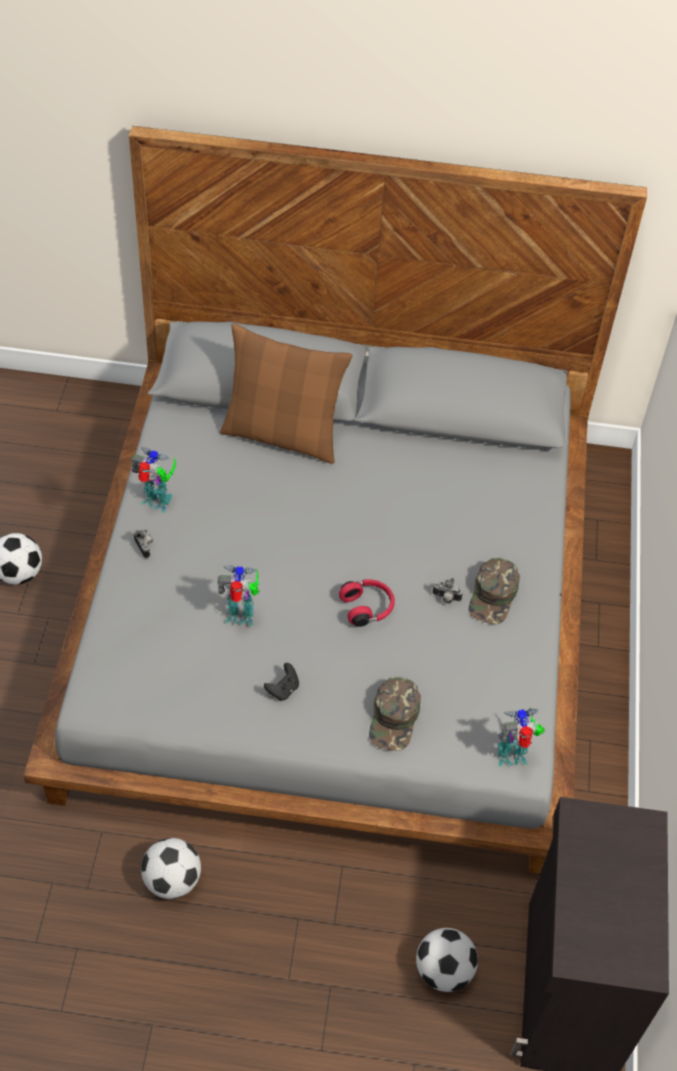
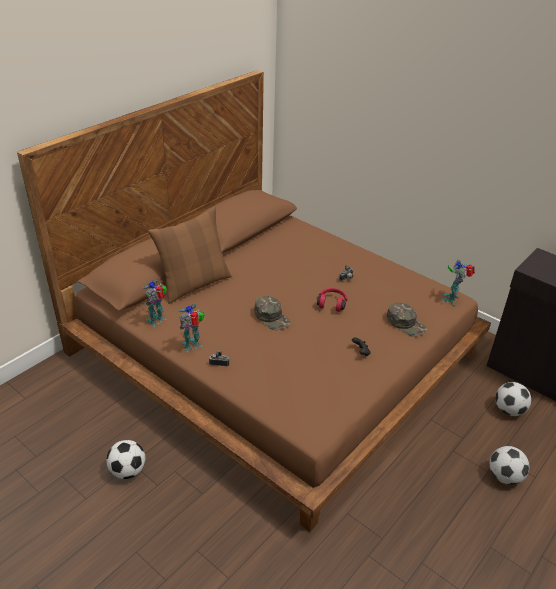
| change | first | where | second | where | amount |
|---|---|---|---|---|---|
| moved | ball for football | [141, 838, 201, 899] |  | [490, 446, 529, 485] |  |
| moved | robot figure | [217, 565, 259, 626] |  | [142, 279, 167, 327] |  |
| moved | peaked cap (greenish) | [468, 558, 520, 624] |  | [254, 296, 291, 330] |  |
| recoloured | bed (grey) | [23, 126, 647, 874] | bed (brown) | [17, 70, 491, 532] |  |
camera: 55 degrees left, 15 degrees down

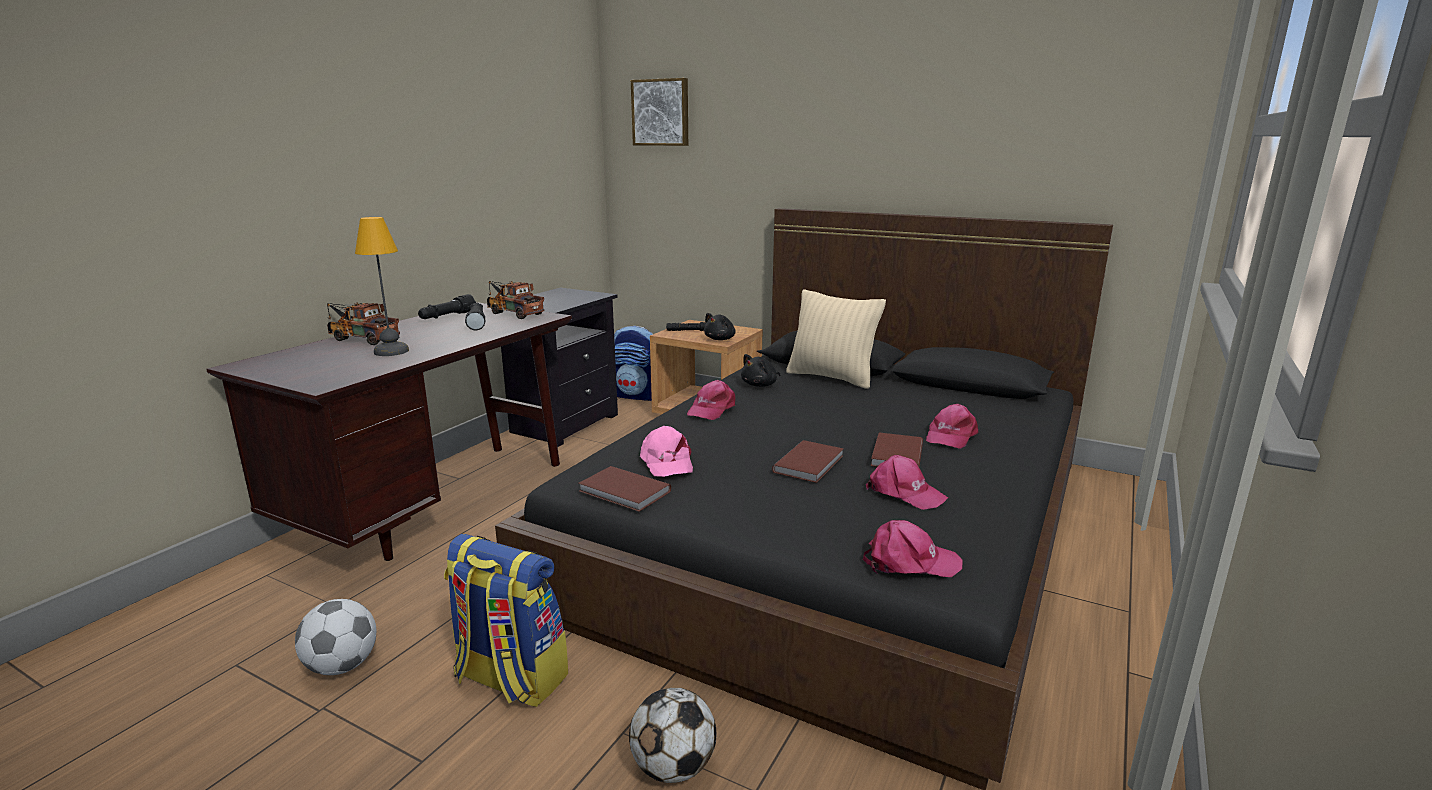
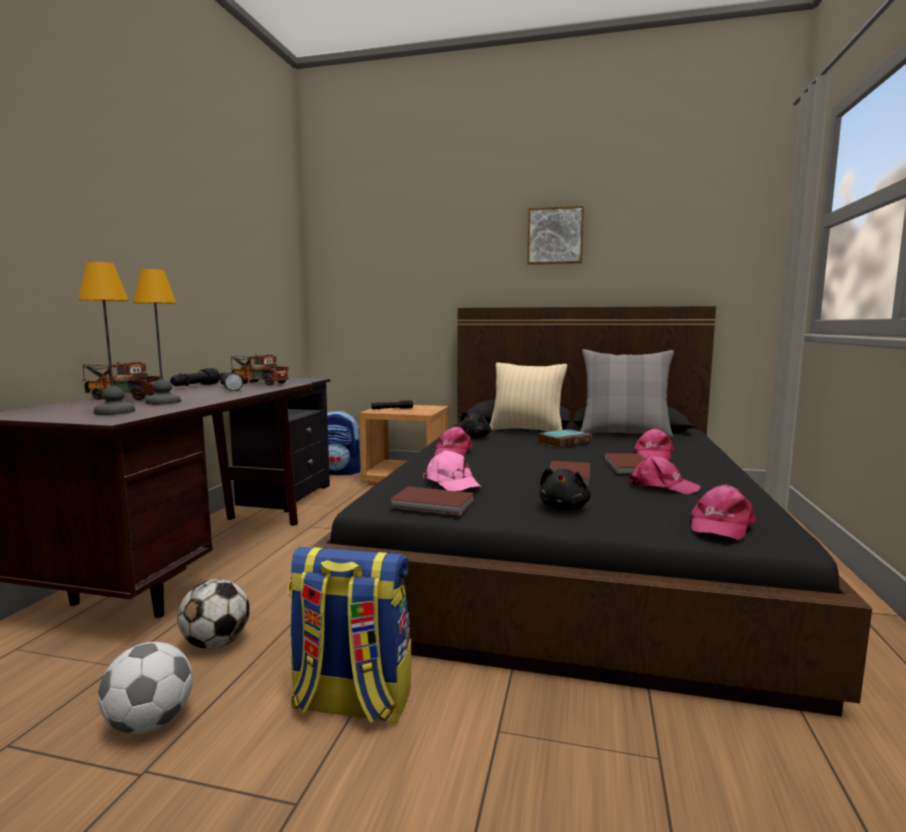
| change | first | where | second | where | amount |
|---|---|---|---|---|---|
| added |  |  | tabletop lamp | [78, 262, 135, 415] |  |
| added |  |  | volume | [538, 429, 592, 448] |  |
| added |  |  | cushion (grey) | [580, 349, 674, 438] |  |
| moved | ball for football | [629, 688, 717, 783] |  | [178, 579, 250, 649] |  |
| moved | wall art | [631, 78, 688, 146] |  | [527, 205, 584, 265] |  |
| moved | plush toy (blackish) | [704, 313, 736, 340] |  | [540, 467, 591, 510] |  |
| turned | peaked cap (pinkish) | [863, 520, 962, 577] |  | [691, 484, 757, 540] | 135 degrees clockwise |
camera: 15 degrees left, 10 degrees down

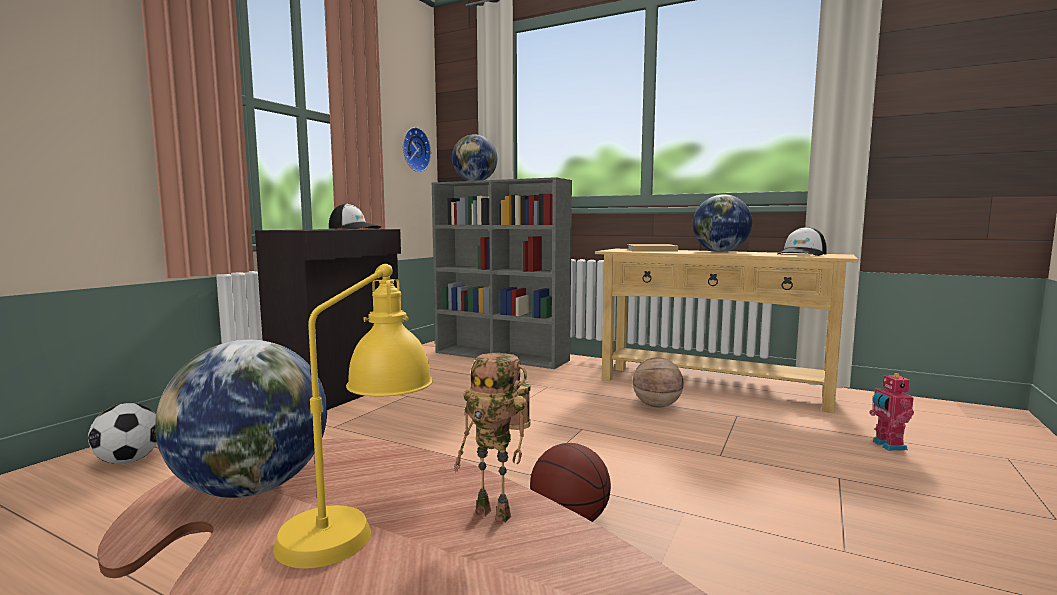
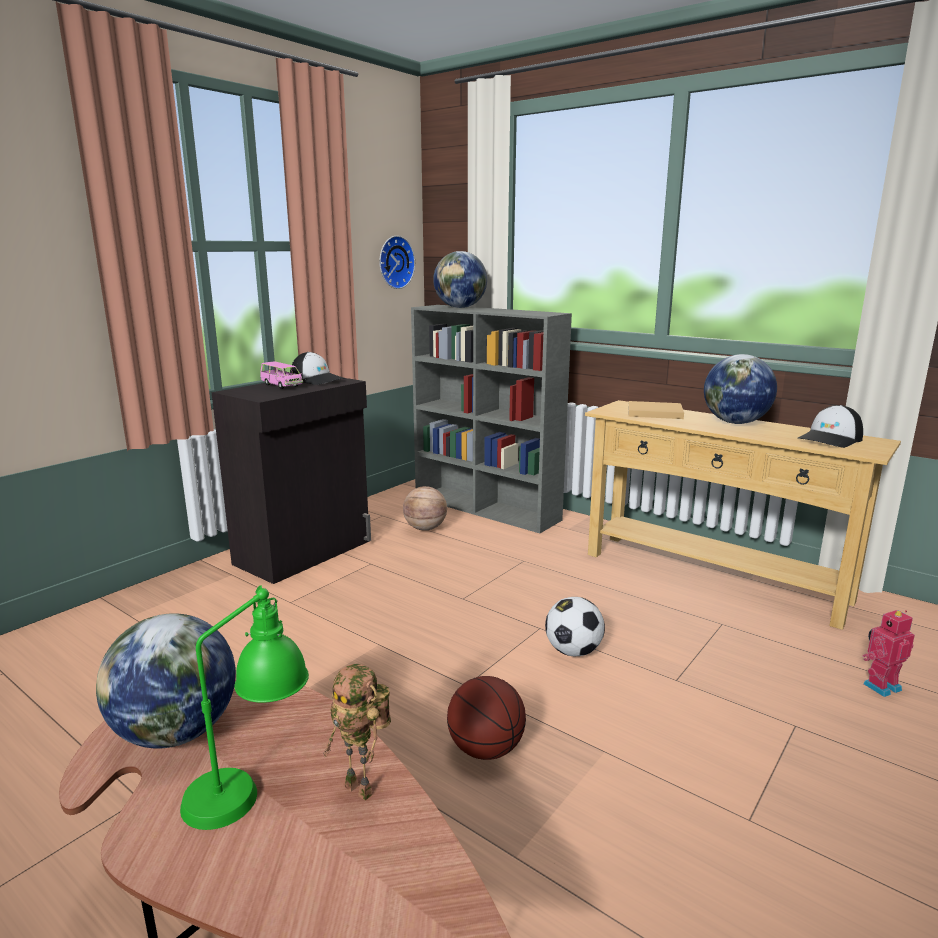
| change | first | where | second | where | amount |
|---|---|---|---|---|---|
| added |  |  | model car (pinkish) | [260, 361, 303, 389] |  |
| moved | ball for football | [88, 403, 157, 464] |  | [545, 597, 605, 656] |  |
| moved | basketball | [633, 357, 684, 407] |  | [403, 486, 447, 531] |  |
| recoloured | tabletop lamp (yellowish) | [273, 264, 433, 569] | tabletop lamp (greenish) | [180, 585, 309, 830] |  |
| turned | robot figure | [869, 372, 914, 451] |  | [862, 610, 915, 697] | 60 degrees clockwise |
camera: 10 degrees right, 10 degrees up

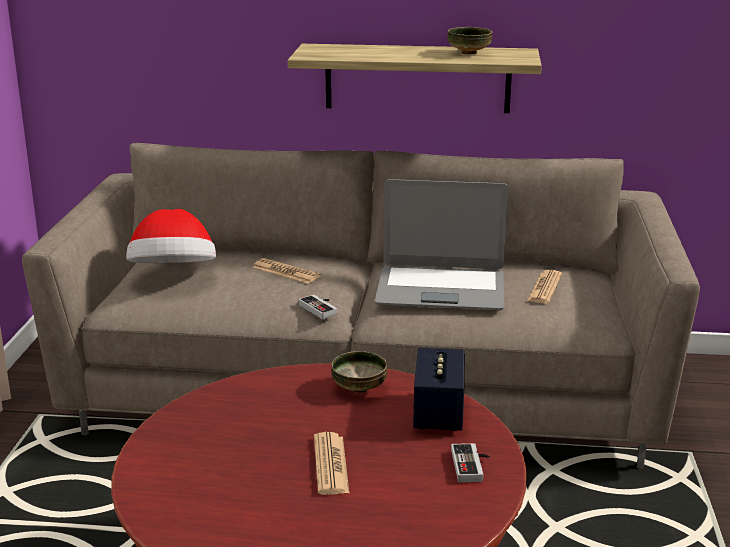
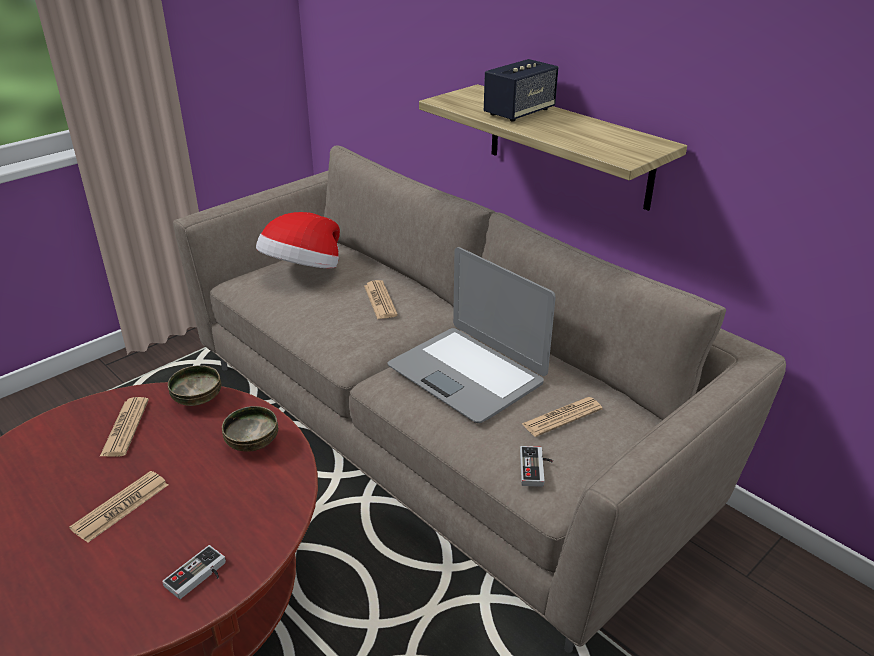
| change | first | where | second | where | amount |
|---|---|---|---|---|---|
| added |  |  | printed paper | [100, 397, 149, 457] |  |
| moved | gamepad | [299, 295, 338, 319] |  | [520, 446, 553, 487] |  |
| moved | audio speaker | [413, 348, 465, 431] |  | [484, 59, 558, 122] |  |
| moved | bowl | [447, 27, 492, 54] |  | [168, 365, 221, 406] |  |
camera: 40 degrees right, 10 degrees up

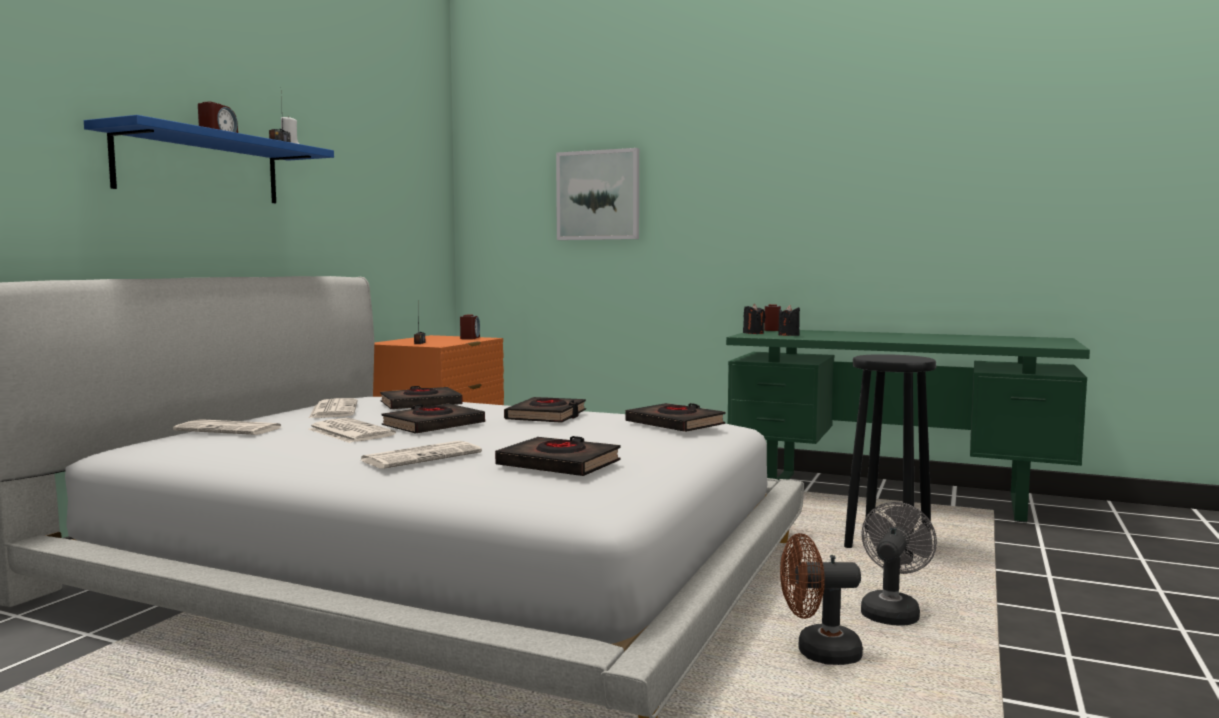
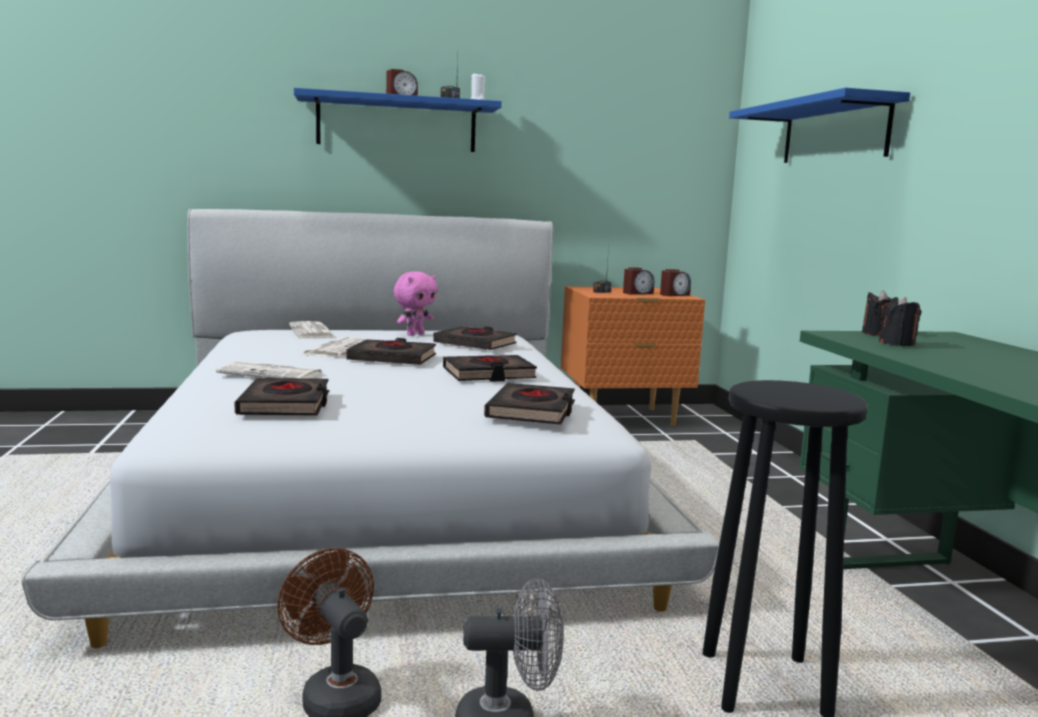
| change | first | where | second | where | amount |
|---|---|---|---|---|---|
| moved | table clock | [764, 304, 781, 331] |  | [623, 268, 654, 295] |  |
| replaced | printed paper | [309, 398, 357, 418] | plush toy (pinkish) | [394, 271, 438, 336] |  |
| replaced | wall art | [556, 148, 639, 240] | wall shelf (bluish) | [729, 88, 910, 163] |  |
camera: 55 degrees right, 5 degrees up

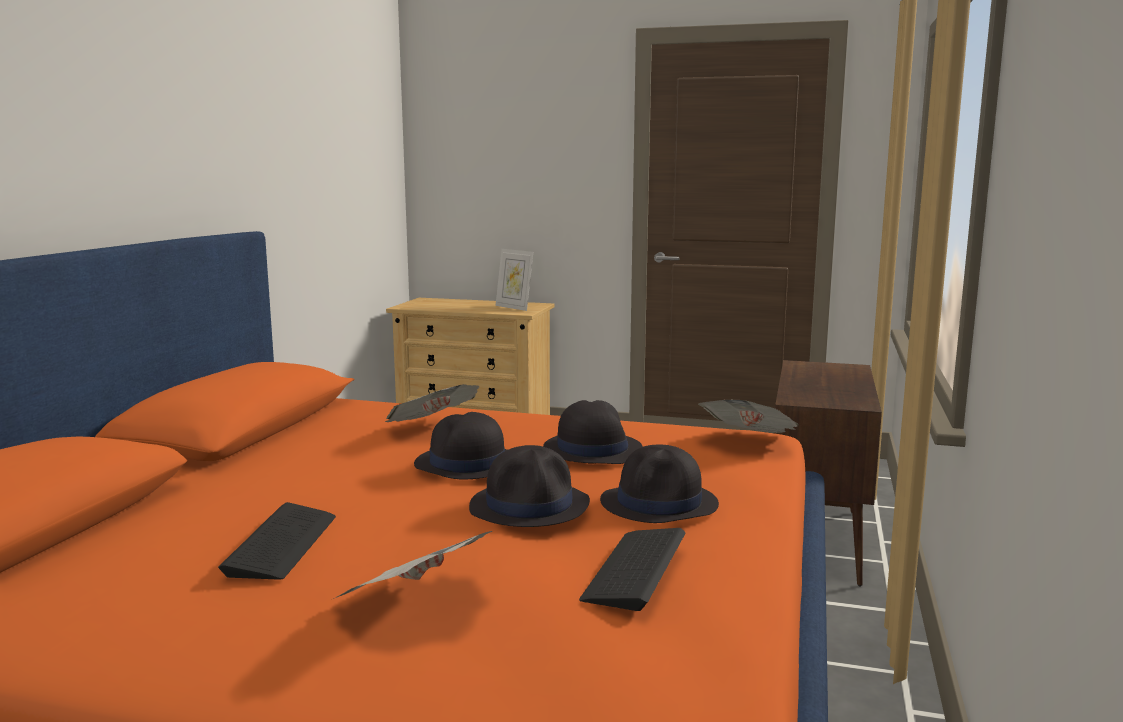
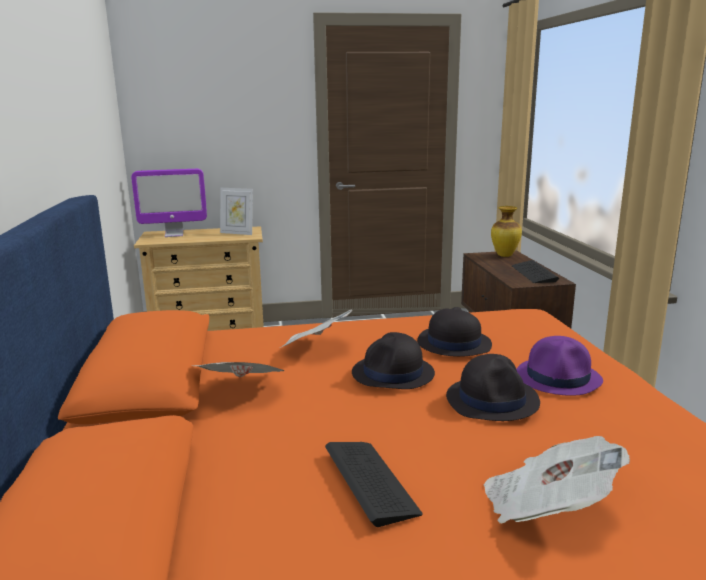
| change | first | where | second | where | amount |
|---|---|---|---|---|---|
| added |  |  | computer display | [131, 169, 207, 237] |  |
| added |  |  | decorative vase | [491, 206, 522, 257] |  |
| moved | PC keyboard | [579, 528, 685, 611] |  | [512, 260, 559, 283] |  |
| moved | printed paper | [698, 400, 798, 433] |  | [193, 362, 284, 377] |  |
| recoloured | clothing hat (blackish) | [600, 444, 719, 523] | clothing hat (purple-coloured) | [516, 336, 603, 396] |  |
camera: 25 degrees left, 5 degrees up

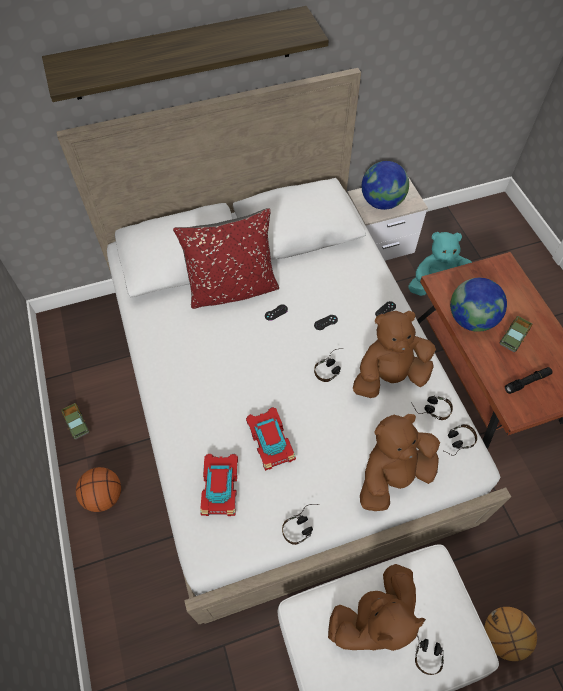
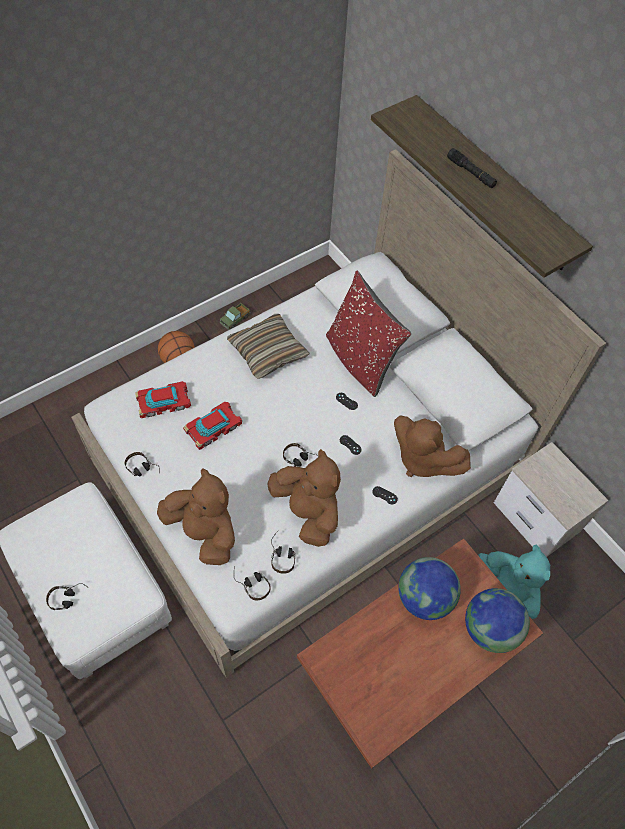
| change | first | where | second | where | amount |
|---|---|---|---|---|---|
| removed | basketball | [484, 607, 537, 661] |  |  |  |
| removed | toy truck | [500, 316, 532, 352] |  |  |  |
| added |  |  | cushion | [227, 314, 310, 379] |  |
| moved | plush toy (brown) | [328, 564, 425, 651] |  | [394, 415, 471, 477] |  |
| moved | desk globe | [362, 161, 409, 210] |  | [465, 588, 530, 653] |  |
| moved | torch (blackish) | [505, 367, 553, 394] |  | [447, 148, 497, 188] |  |
camera: 70 degrees right, 0 degrees up

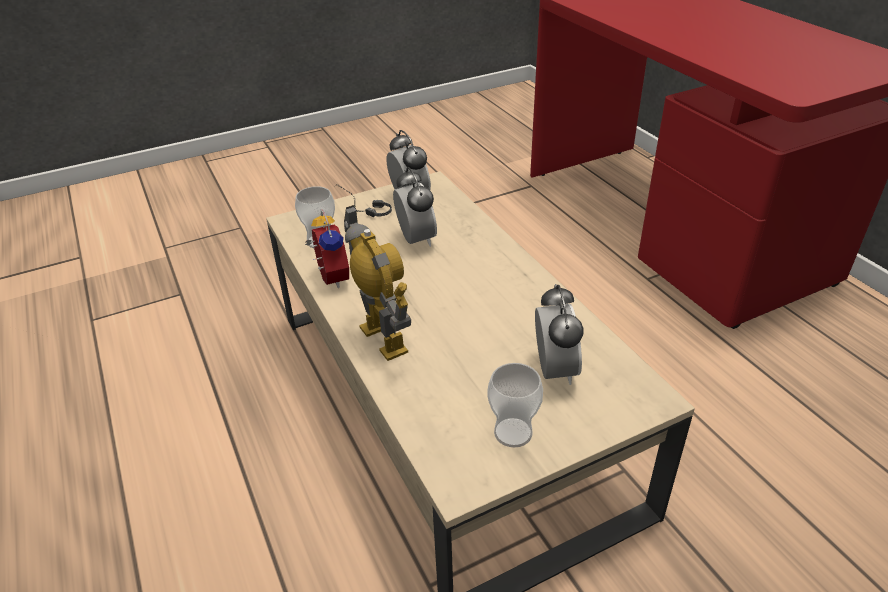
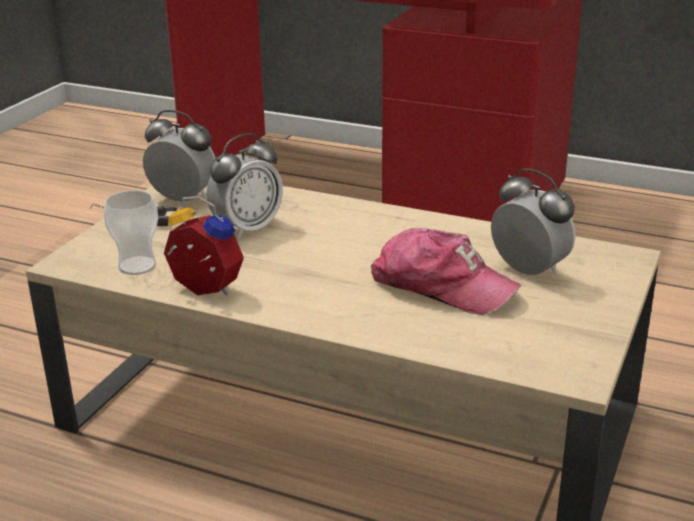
| change | first | where | second | where | amount |
|---|---|---|---|---|---|
| removed | robot figure | [344, 205, 411, 361] |  |  |  |
| removed | cup | [488, 363, 543, 448] |  |  |  |
| added |  |  | peaked cap | [371, 228, 521, 315] |  |
| turned | table clock | [393, 167, 437, 247] |  | [207, 133, 283, 239] | 105 degrees clockwise |
camera: 40 degrees left, 10 degrees down

